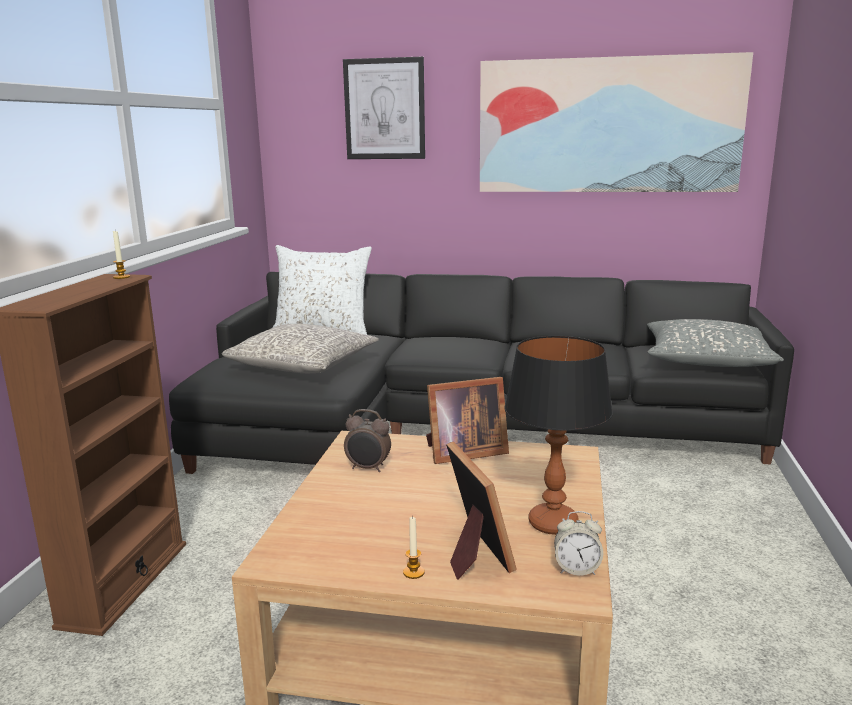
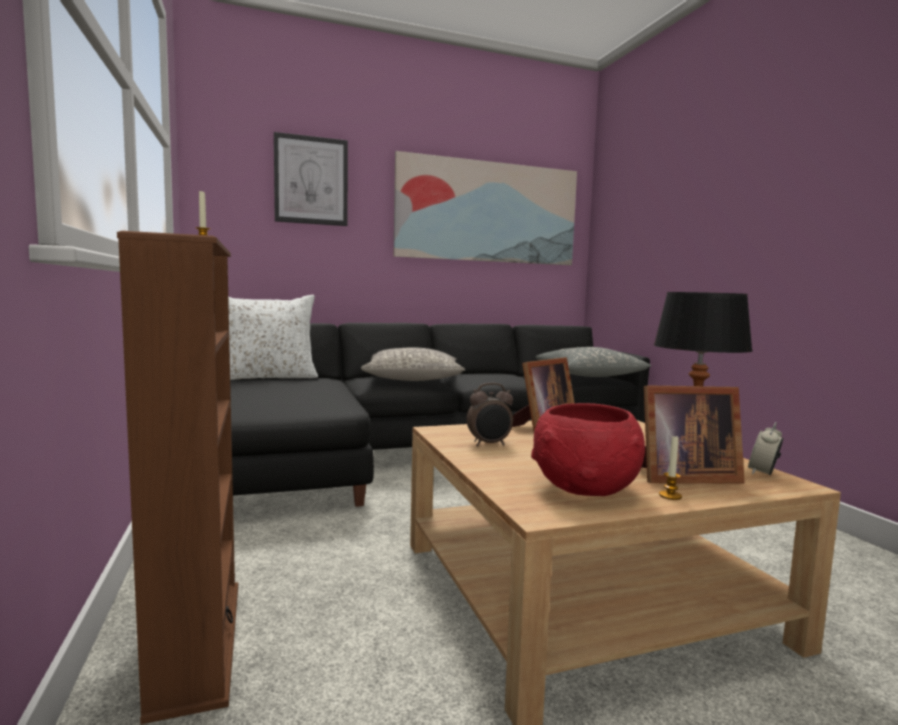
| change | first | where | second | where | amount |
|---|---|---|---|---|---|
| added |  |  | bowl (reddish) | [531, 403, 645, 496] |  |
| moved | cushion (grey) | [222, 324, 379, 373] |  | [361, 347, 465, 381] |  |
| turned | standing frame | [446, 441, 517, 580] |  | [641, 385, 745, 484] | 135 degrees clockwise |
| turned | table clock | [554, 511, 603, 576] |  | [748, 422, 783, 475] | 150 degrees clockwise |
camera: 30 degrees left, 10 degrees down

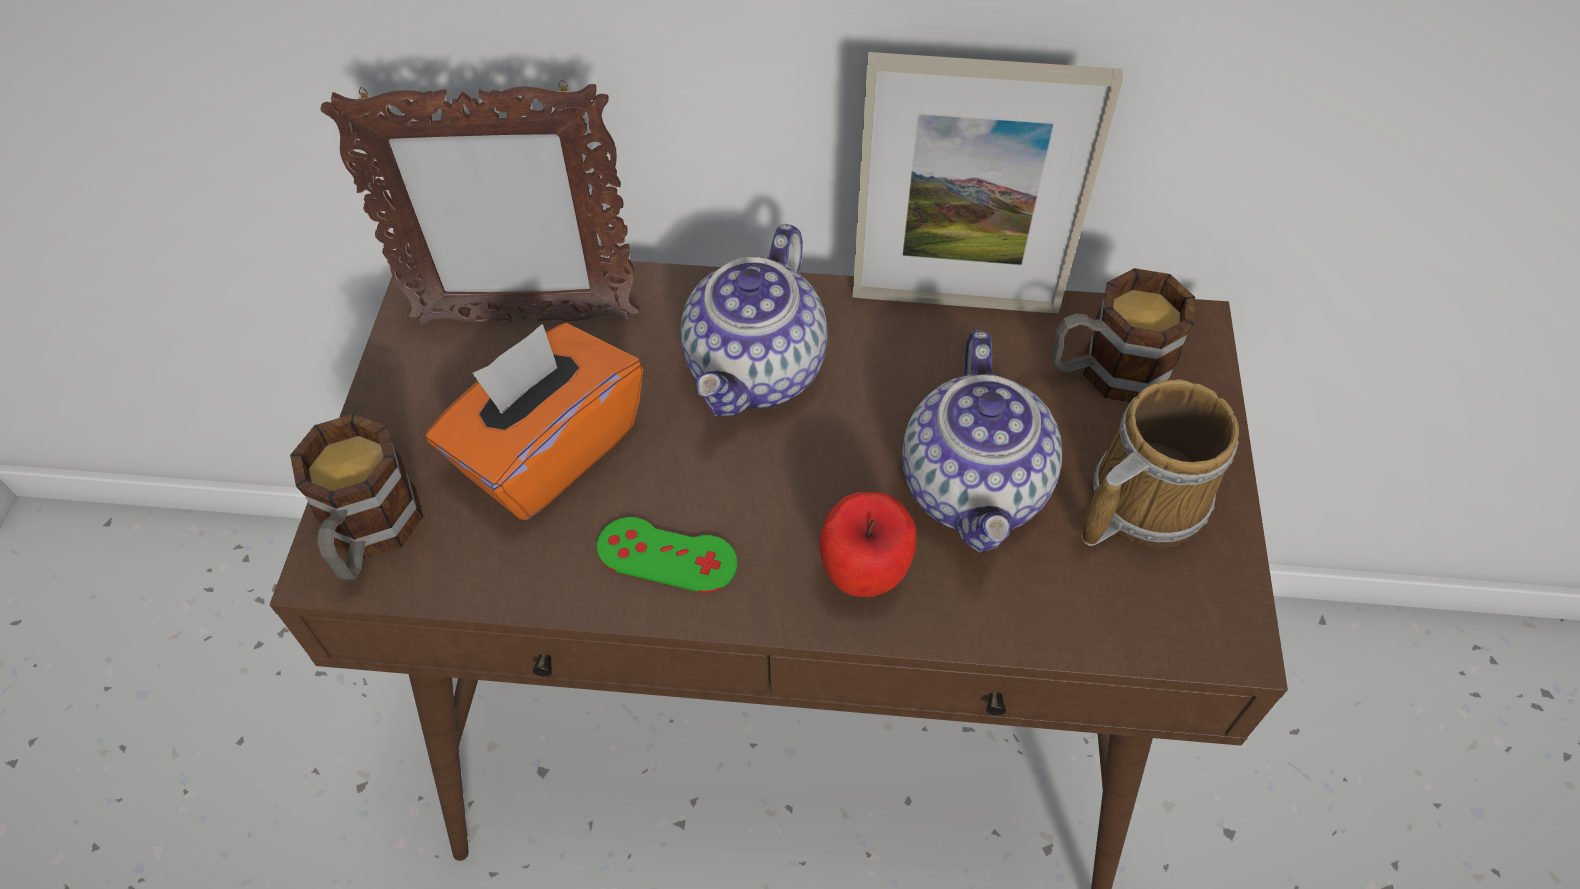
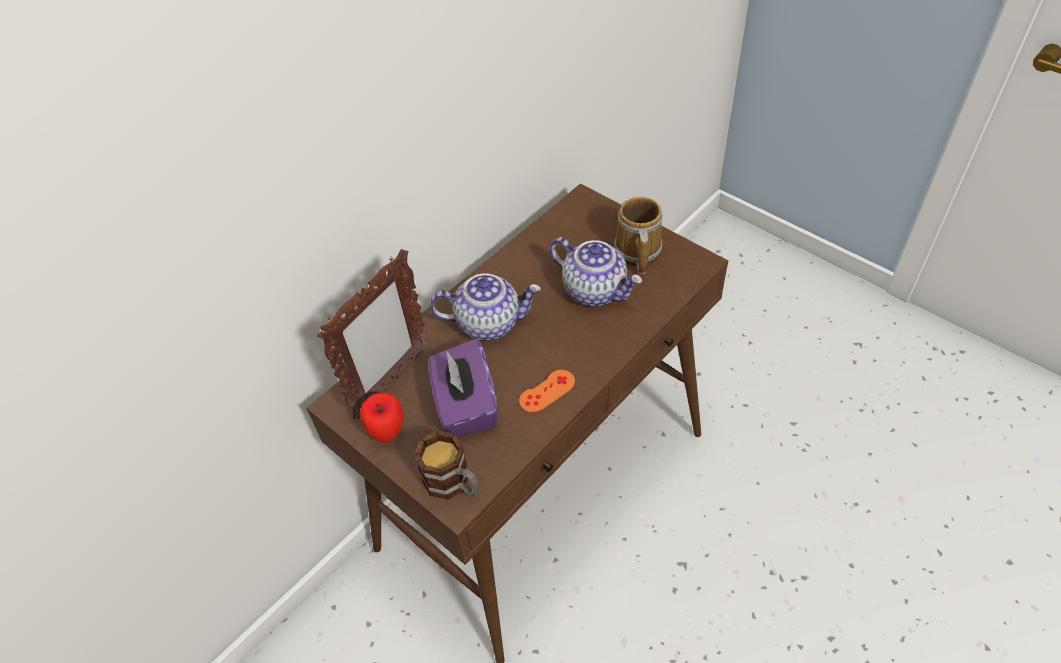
| change | first | where | second | where | amount |
|---|---|---|---|---|---|
| removed | standing frame | [852, 52, 1123, 314] |  |  |  |
| removed | coffee mug | [1052, 268, 1195, 402] |  |  |  |
| moved | whole apple | [820, 492, 917, 597] |  | [360, 393, 404, 443] |  |
| recoloured | tissue box (orange-coloured) | [426, 323, 643, 520] | tissue box (purple-coloured) | [429, 338, 498, 437] |  |
| recoloured | gamepad (greenish) | [597, 517, 737, 593] | gamepad (orange-coloured) | [519, 370, 575, 413] |  |
| turned | teapot | [680, 224, 827, 416] |  | [430, 273, 541, 341] | 60 degrees counterclockwise |
camera: 50 degrees left, 5 degrees down

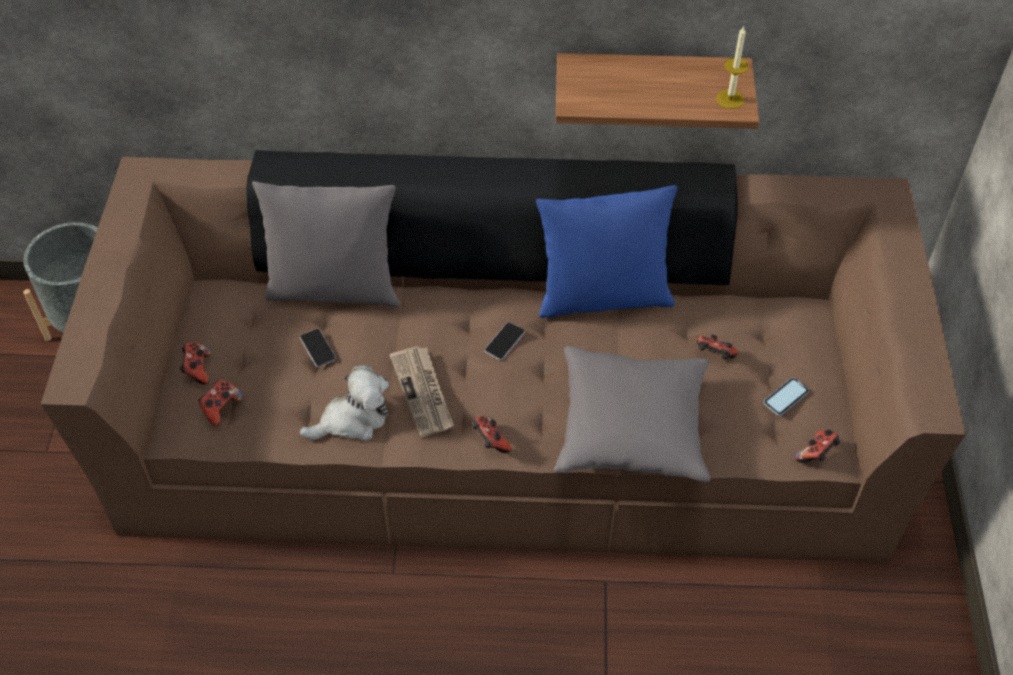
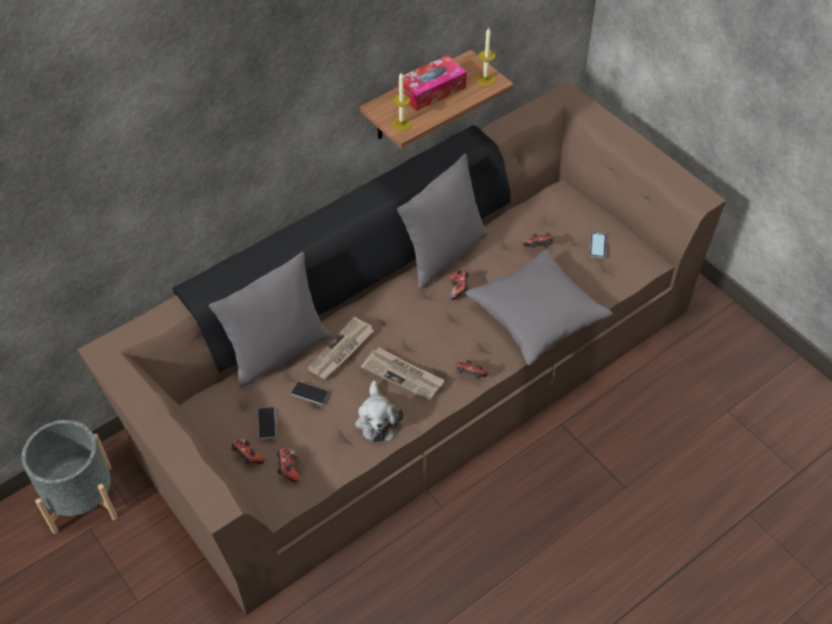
| change | first | where | second | where | amount |
|---|---|---|---|---|---|
| added |  |  | printed paper | [307, 317, 374, 379] |  |
| added |  |  | wax light | [392, 73, 412, 131] |  |
| added |  |  | tissue box | [398, 55, 467, 111] |  |
| moved | phone | [484, 322, 525, 360] |  | [258, 407, 276, 439] |  |
| moved | gamepad | [795, 429, 840, 463] |  | [449, 270, 469, 300] |  |
| recoloured | cushion (bluish) | [536, 185, 678, 318] | cushion (grey) | [397, 154, 488, 289] |  |
| turned | plush toy | [300, 365, 389, 441] |  | [355, 380, 403, 443] | 150 degrees clockwise |
camera: 40 degrees left, 0 degrees up

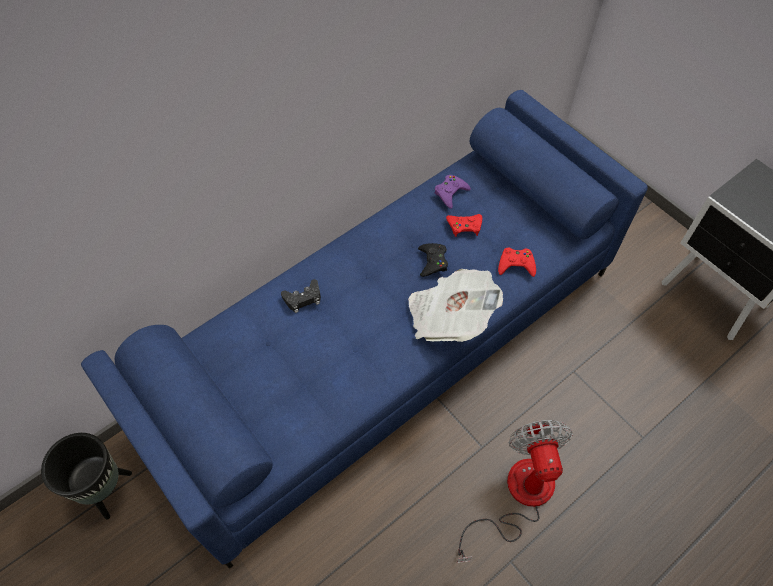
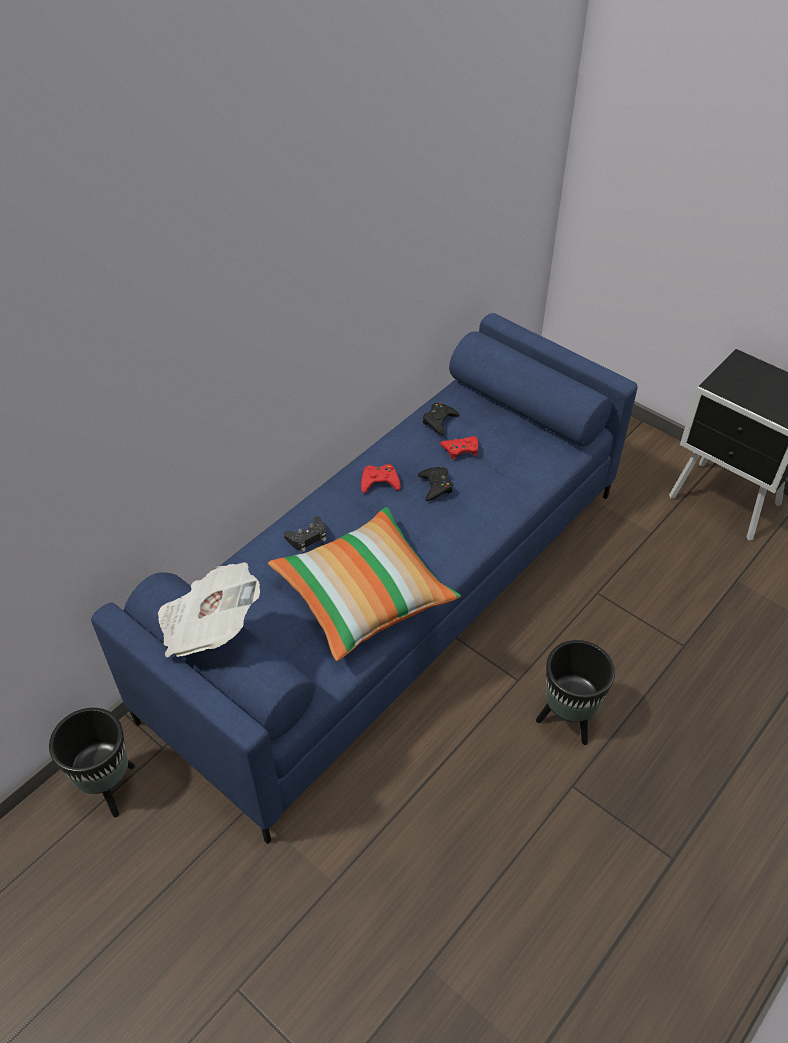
| change | first | where | second | where | amount |
|---|---|---|---|---|---|
| added |  |  | cushion | [268, 507, 461, 661] |  |
| moved | printed paper | [408, 269, 503, 342] |  | [158, 562, 260, 657] |  |
| moved | gamepad (reddish) | [498, 248, 536, 277] |  | [361, 464, 400, 493] |  |
| replaced | fan | [457, 420, 573, 563] | flower pot (blackish) | [536, 640, 615, 745] |  |
| recoloured | gamepad (purple-coloured) | [434, 175, 471, 209] | gamepad (blackish) | [423, 403, 459, 435] |  |
camera: 10 degrees left, 10 degrees down

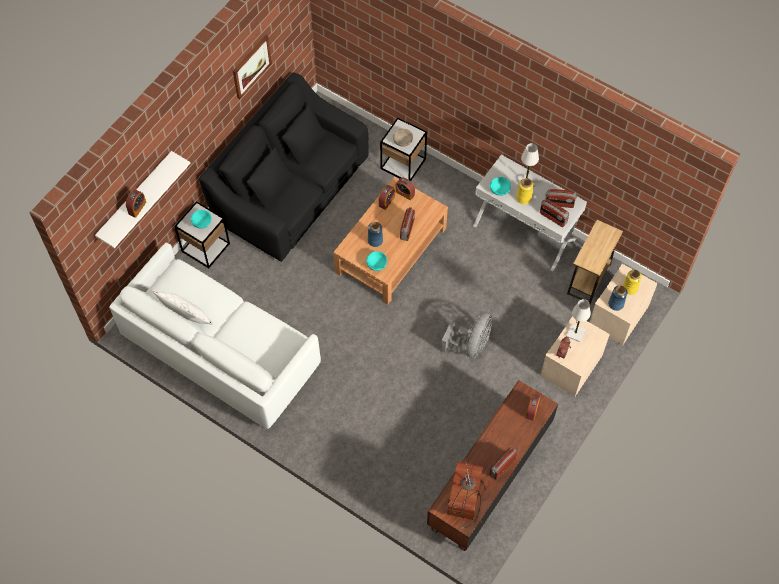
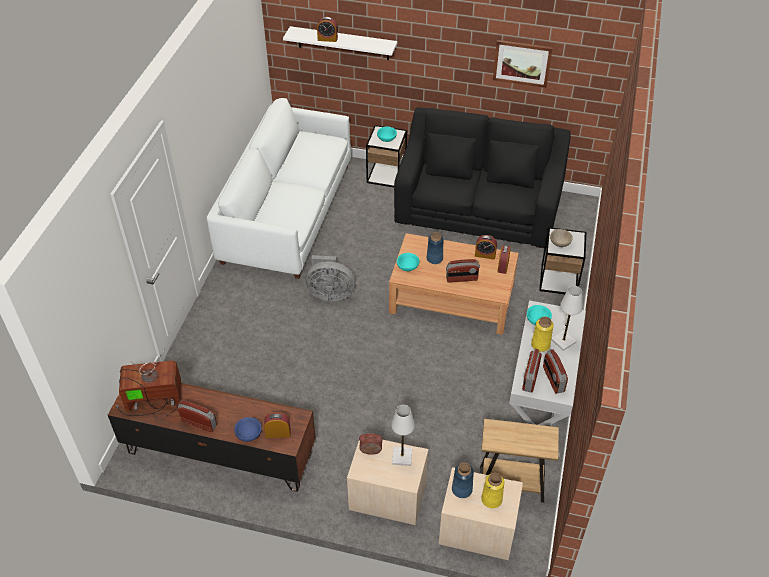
| change | first | where | second | where | amount |
|---|---|---|---|---|---|
| removed | cushion (whitish) | [152, 290, 213, 324] |  |  |  |
| added |  |  | bowl (bluish) | [234, 417, 262, 442] |  |
| moved | fan (grey) | [441, 312, 492, 358] |  | [305, 255, 356, 301] |  |
camera: 70 degrees right, 15 degrees down

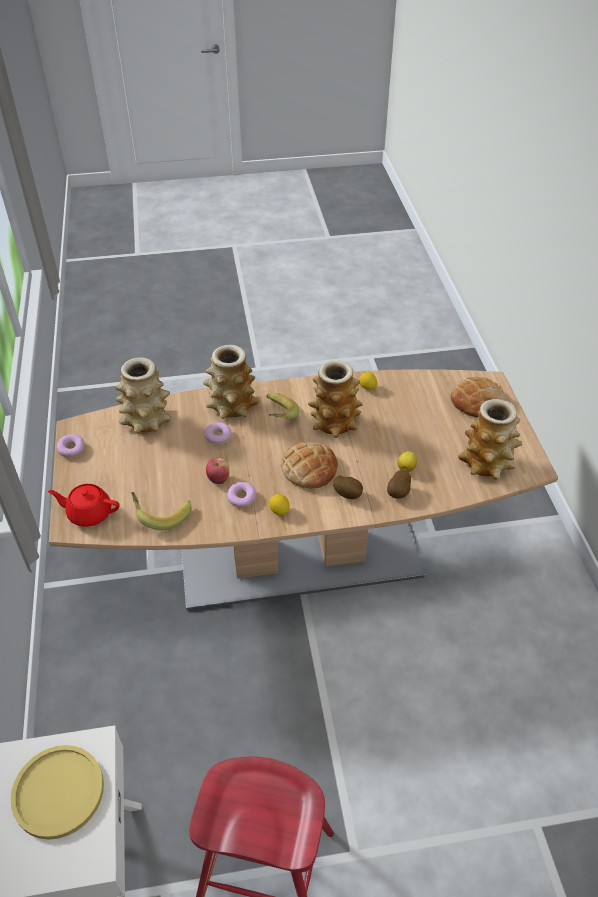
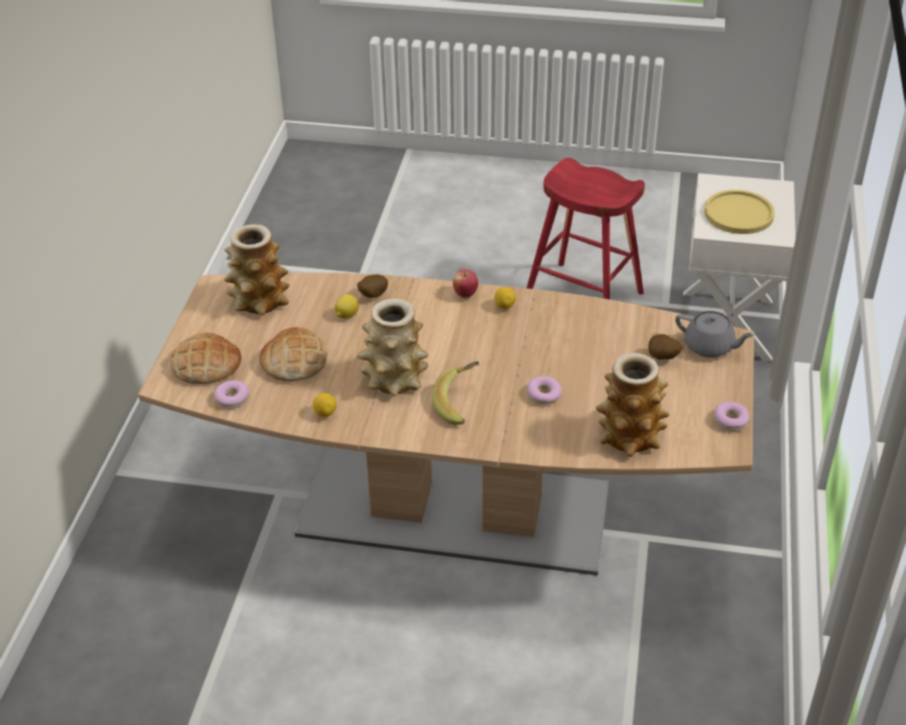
| change | first | where | second | where | amount |
|---|---|---|---|---|---|
| removed | banana | [131, 492, 191, 530] |  |  |  |
| removed | decorative vase | [203, 345, 260, 419] |  |  |  |
| moved | whole apple | [206, 458, 229, 484] |  | [453, 269, 478, 298] |  |
| moved | donut | [227, 482, 256, 508] |  | [214, 380, 249, 409] |  |
| moved | bakery bread | [281, 441, 338, 489] |  | [260, 327, 327, 381] |  |
| moved | spud | [333, 476, 363, 499] |  | [648, 334, 683, 360] |  |
| recoloured | teapot (reddish) | [48, 484, 120, 527] | teapot (grey) | [675, 311, 754, 358] |  |
camera: 160 degrees left, 5 degrees down

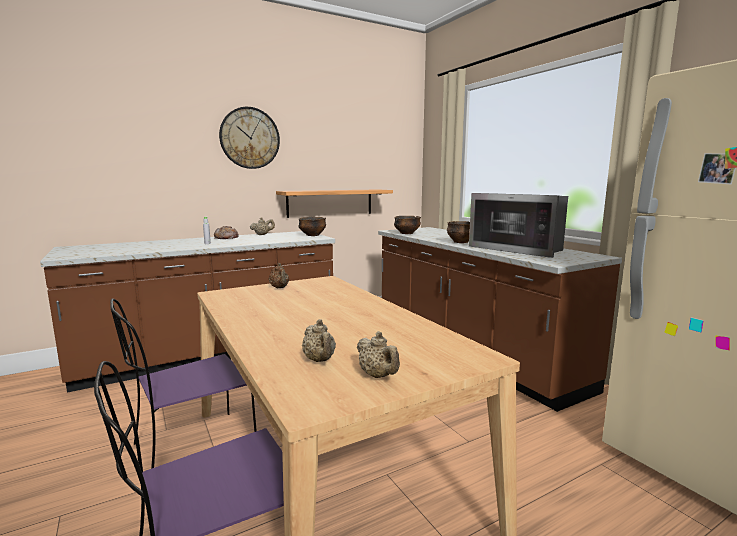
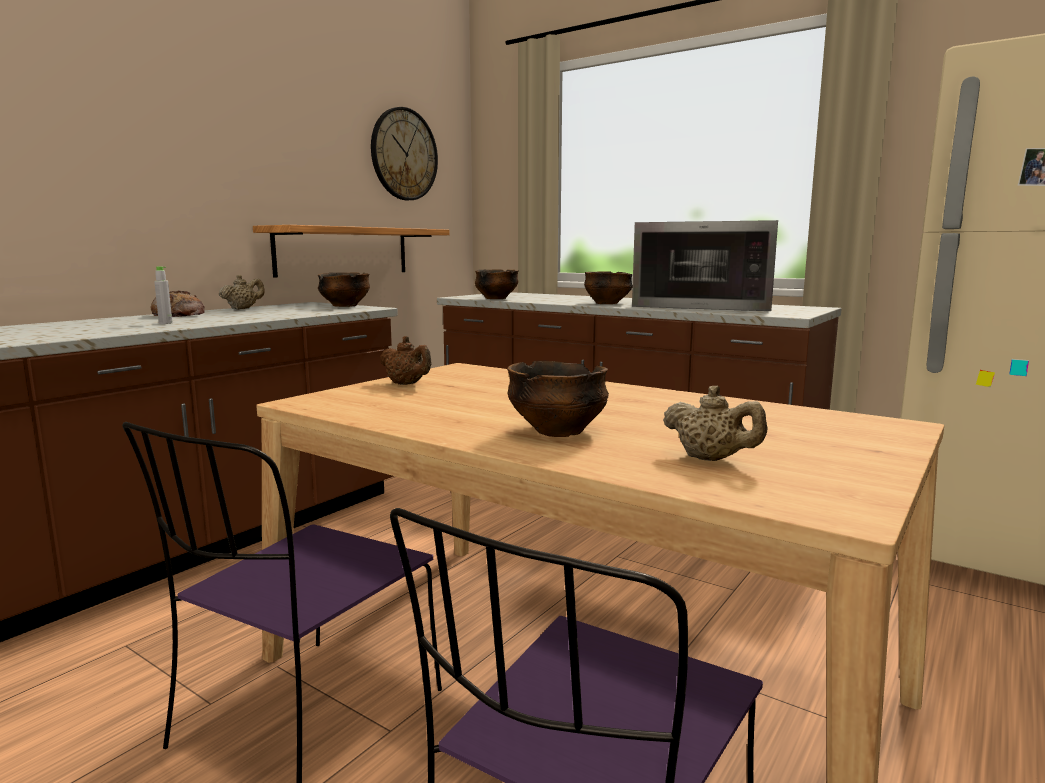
| change | first | where | second | where | amount |
|---|---|---|---|---|---|
| removed | teapot (sand-coloured) | [357, 331, 400, 378] |  |  |  |
| added |  |  | bowl | [507, 361, 609, 437] |  |
| moved | hanging clock | [219, 107, 280, 169] |  | [371, 107, 438, 200] |  |
camera: 25 degrees left, 0 degrees up

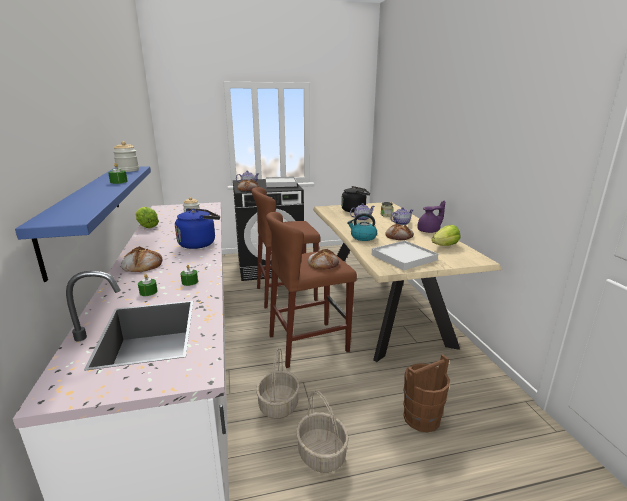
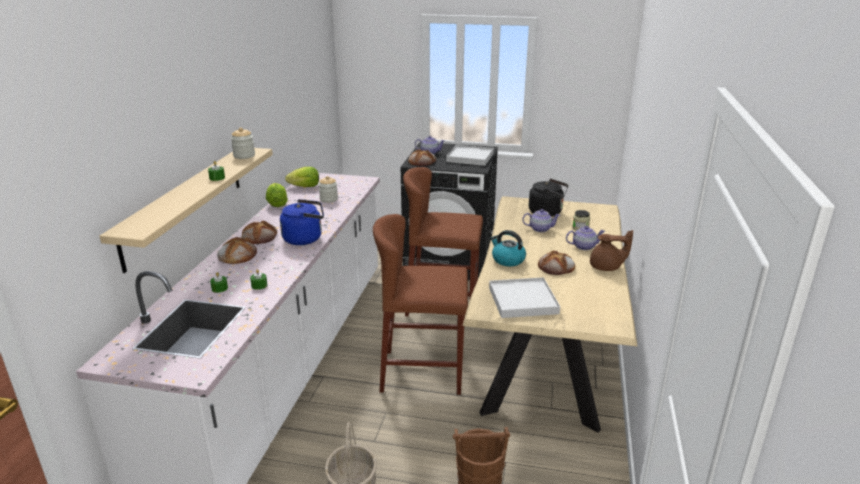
| change | first | where | second | where | amount |
|---|---|---|---|---|---|
| removed | household basket | [256, 349, 300, 419] |  |  |  |
| moved | bakery bread | [308, 249, 339, 270] |  | [242, 221, 277, 244] |  |
| moved | lettuce head | [432, 225, 460, 246] |  | [285, 167, 319, 187] |  |
| recoloured | wall shelf (bluish) | [15, 166, 151, 282] | wall shelf (sand-coloured) | [99, 148, 273, 273] |  |
| recoloured | teapot (purple-coloured) | [417, 201, 445, 233] | teapot (brown) | [590, 230, 633, 271] |  |
camera: 25 degrees right, 5 degrees up

